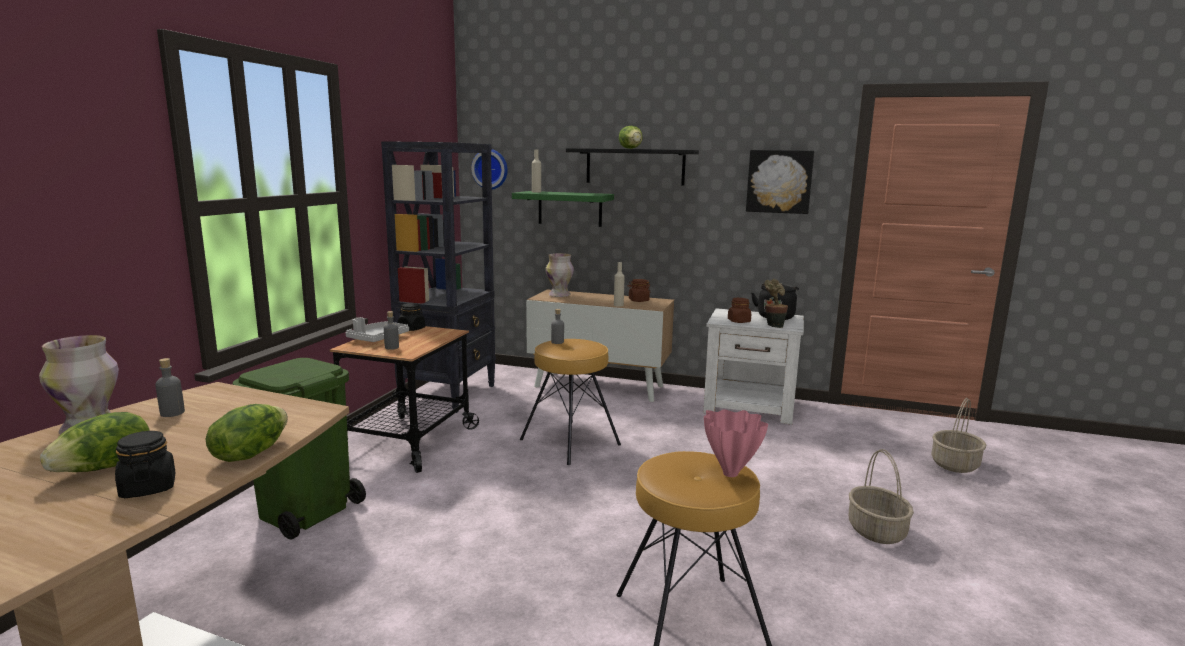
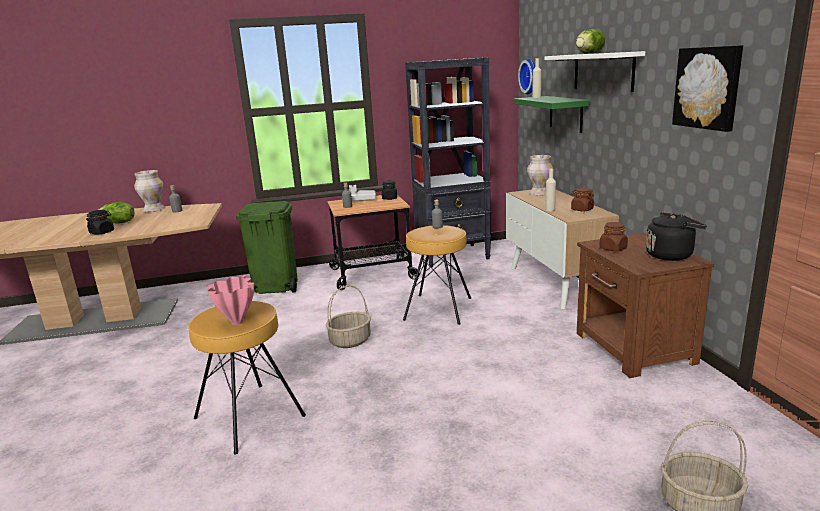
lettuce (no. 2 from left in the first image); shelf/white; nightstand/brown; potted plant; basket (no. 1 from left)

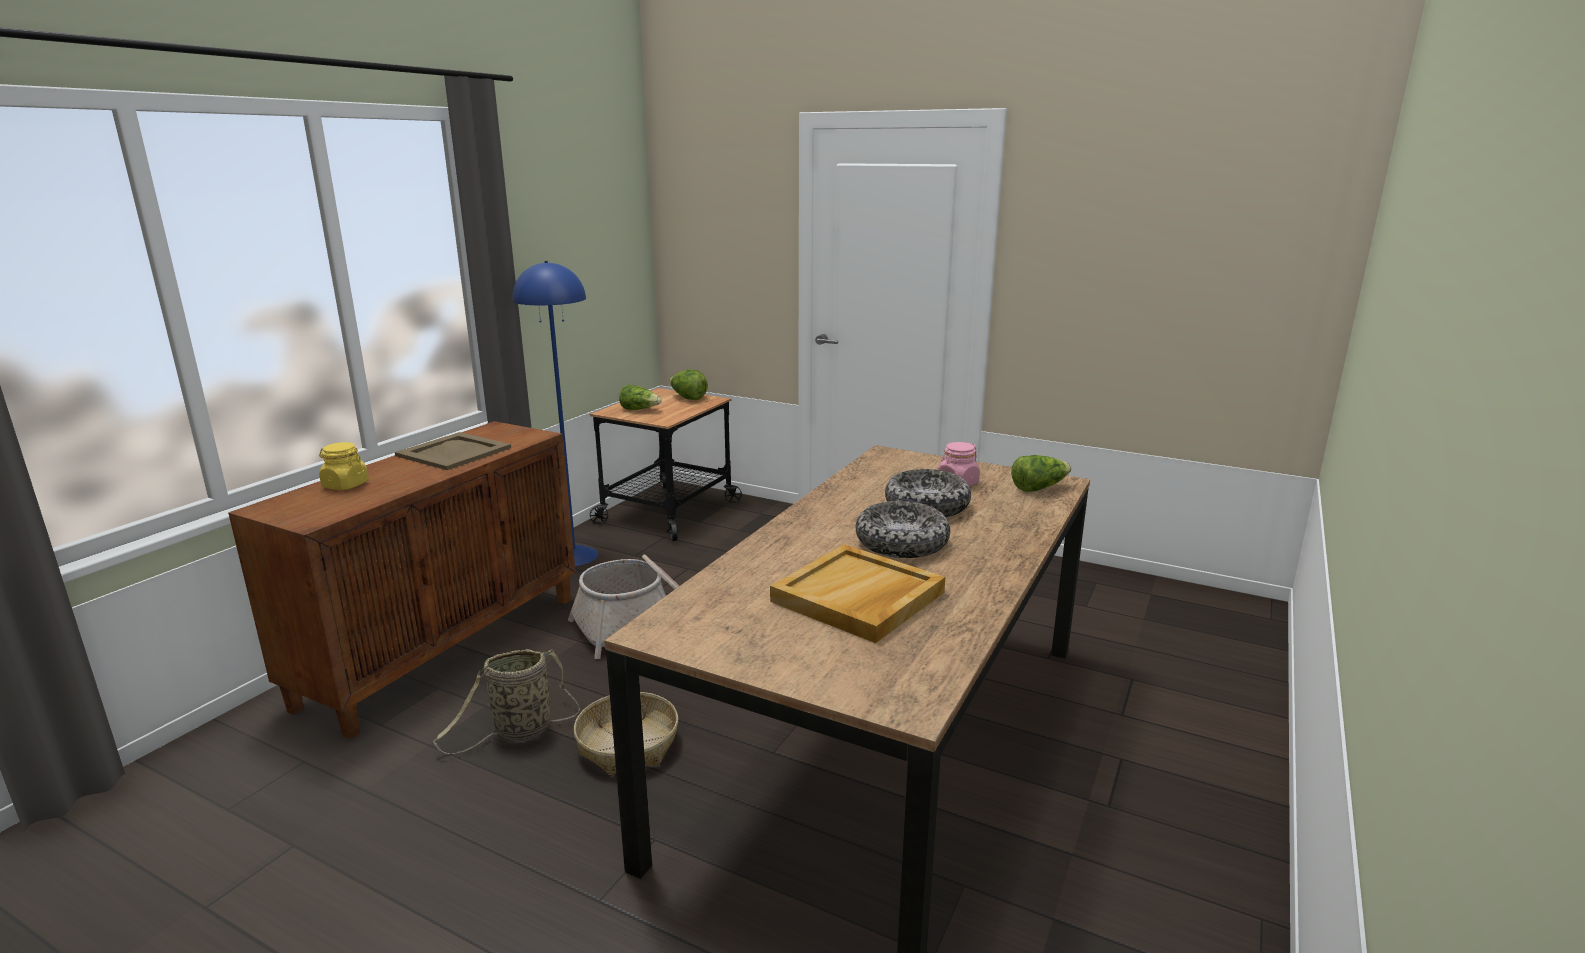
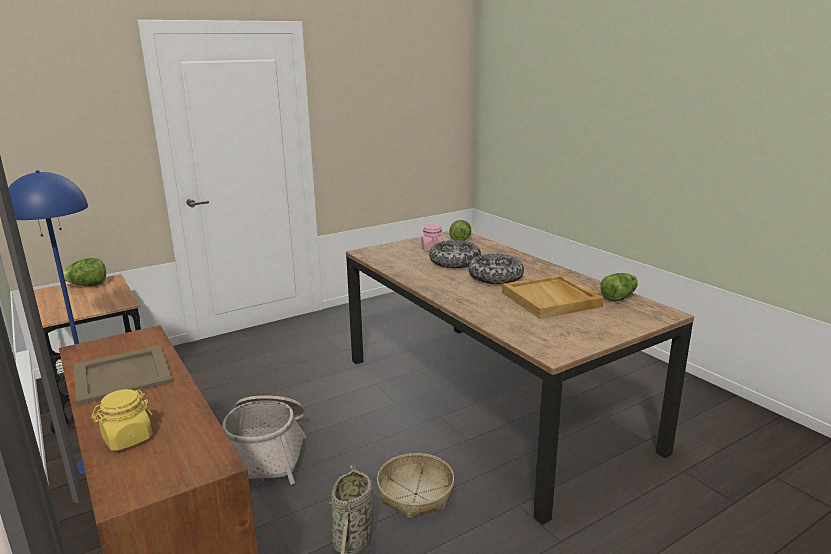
lettuce (no. 3 from left)

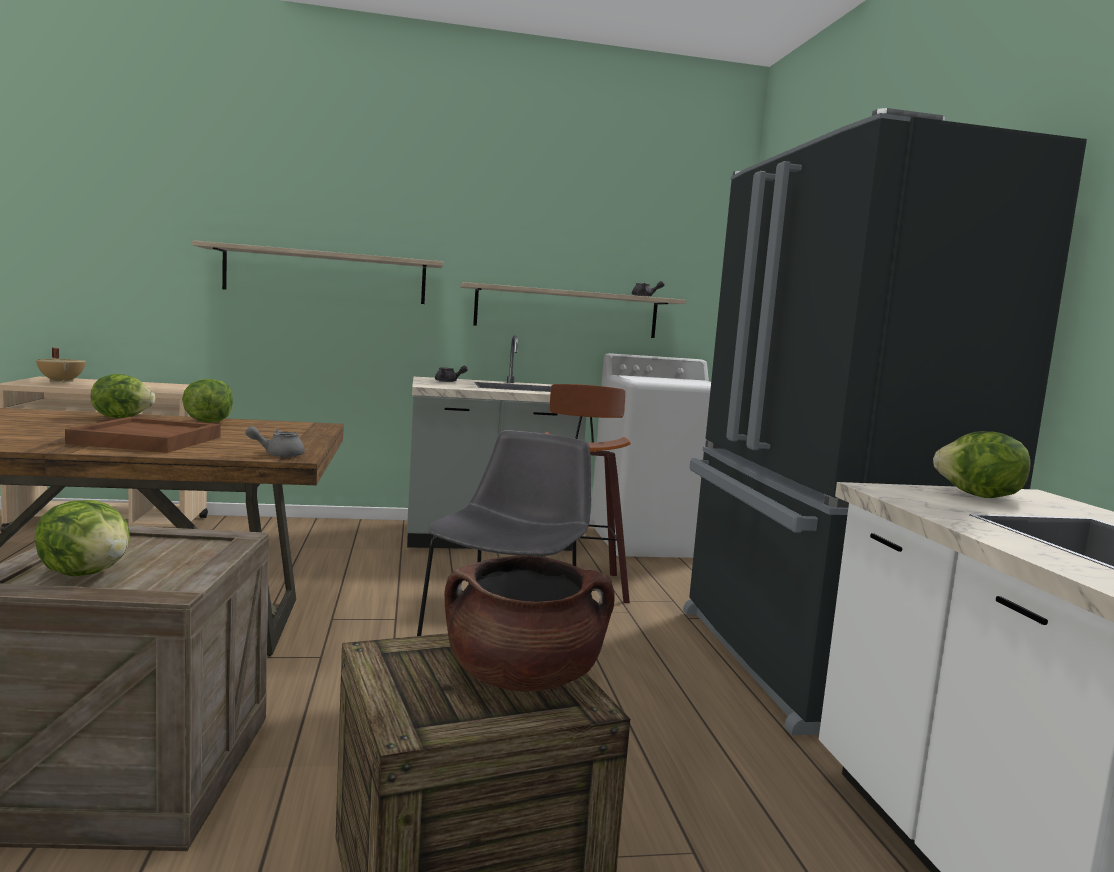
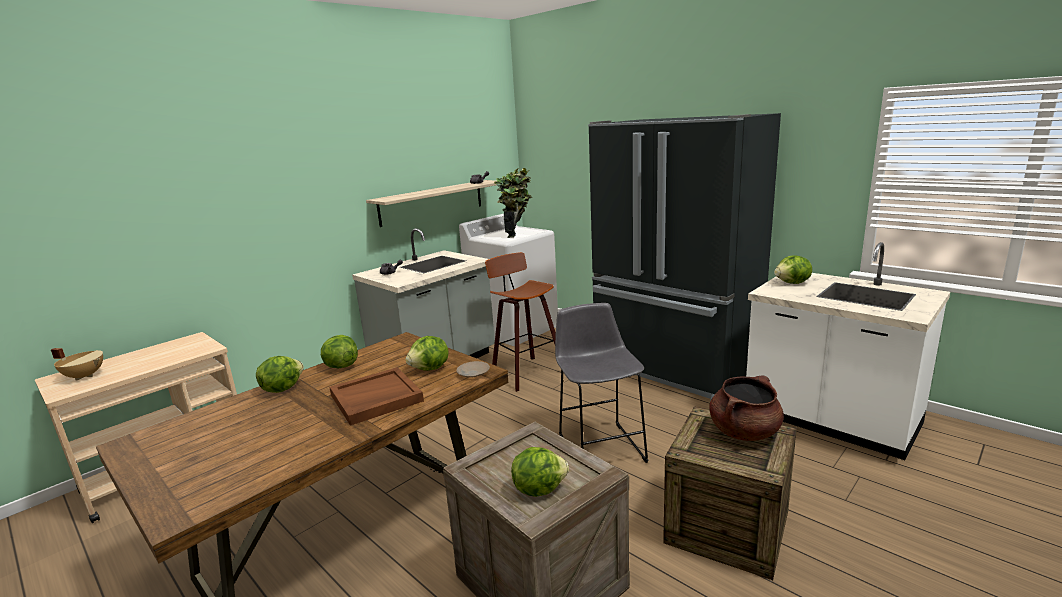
shelf (no. 1 from left in the first image); plate/beige; lettuce (no. 3 from left); potted plant

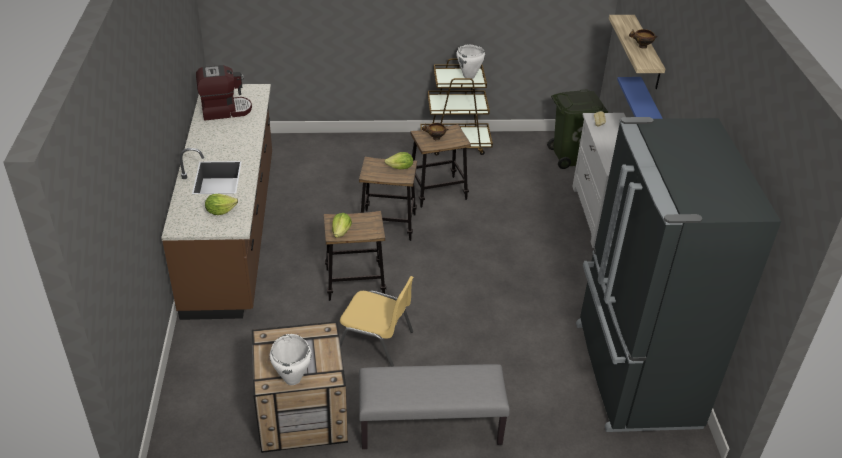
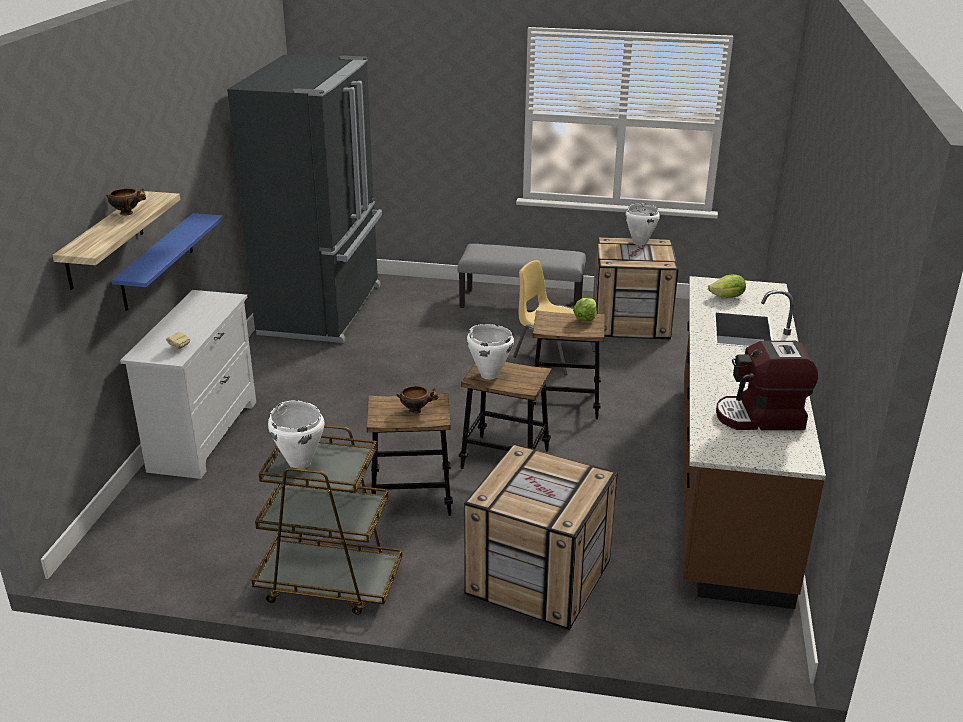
cooking pot/white (no. 2 from left); trash can/green; crate (no. 1 from left)

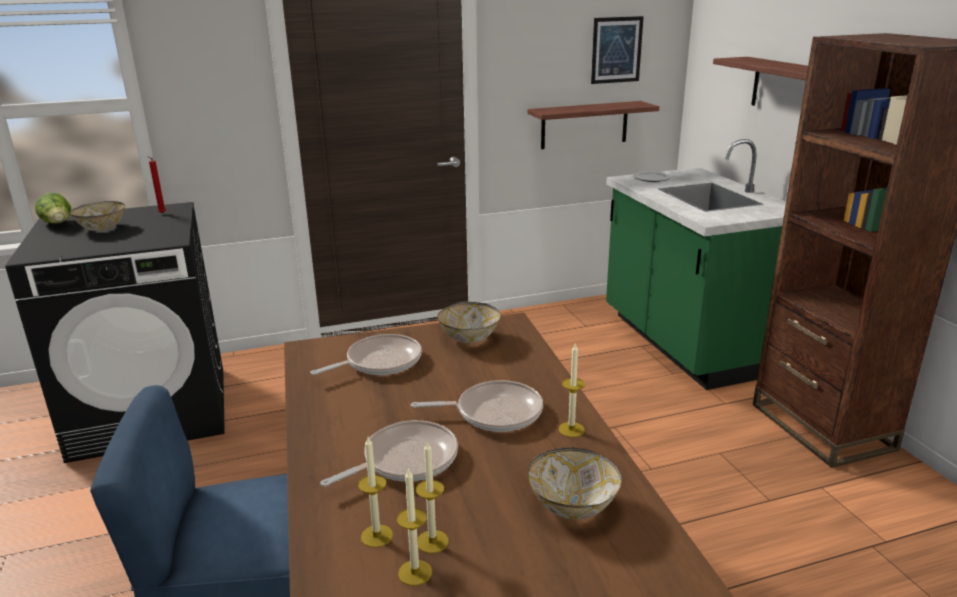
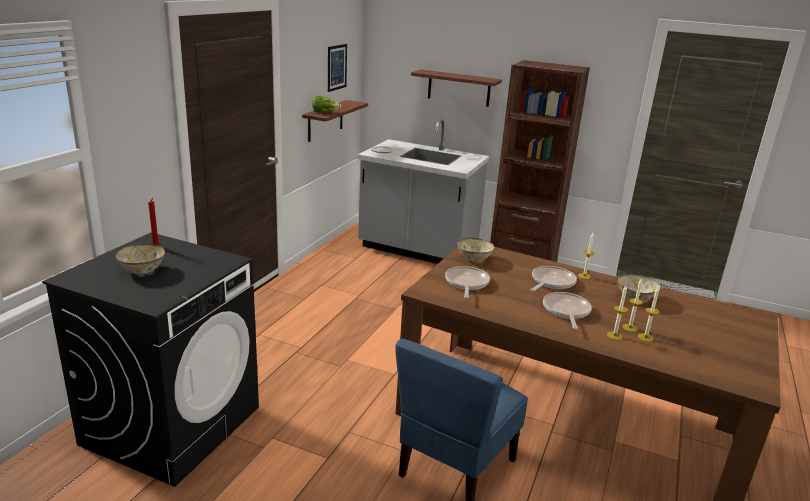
lettuce; counter/grey

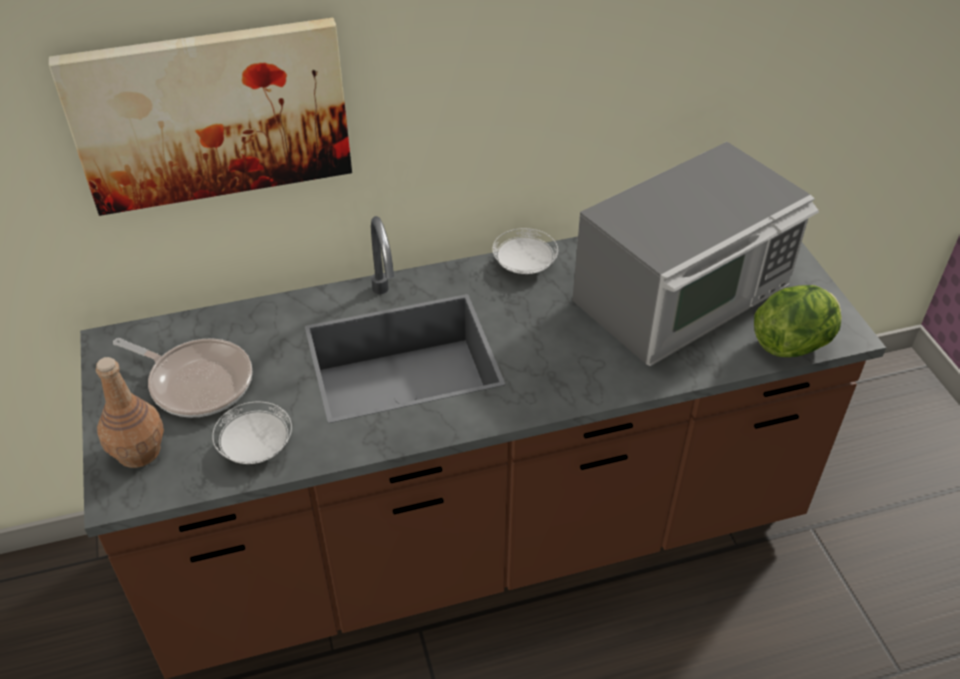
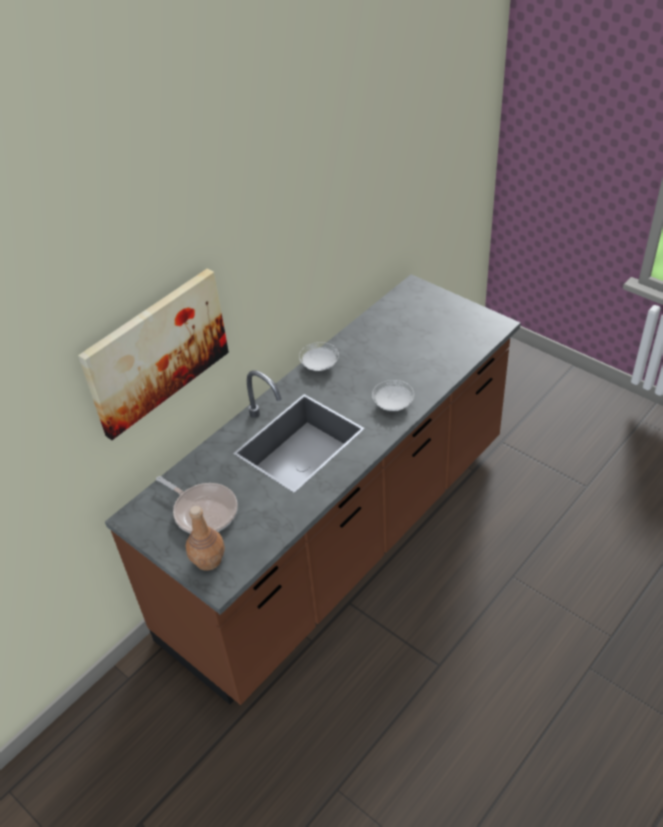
frying pan; plate/white (no. 2 from left); microwave; lettuce

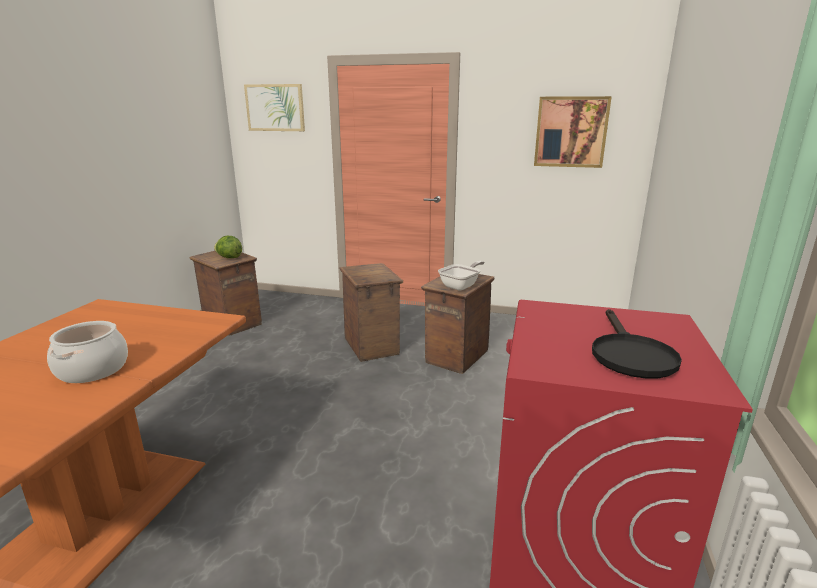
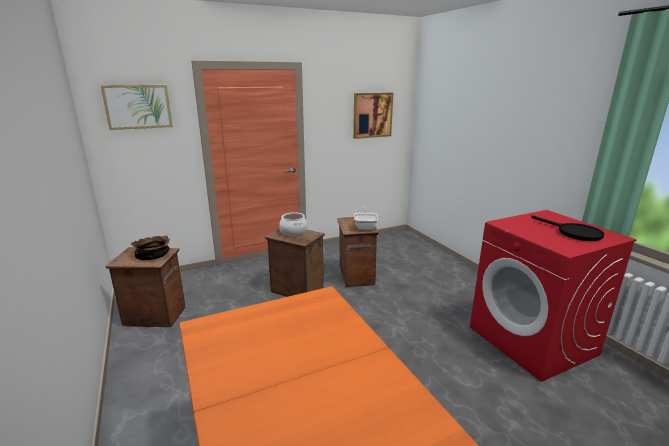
cooking pot; bowl/brown

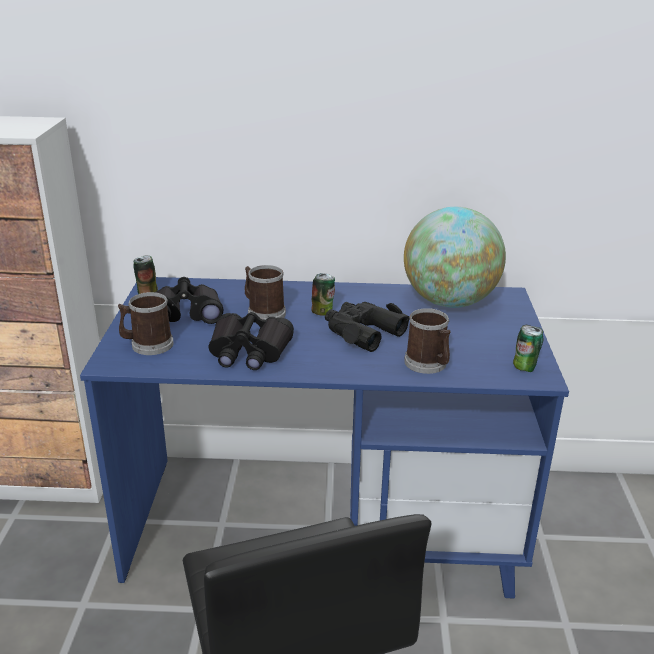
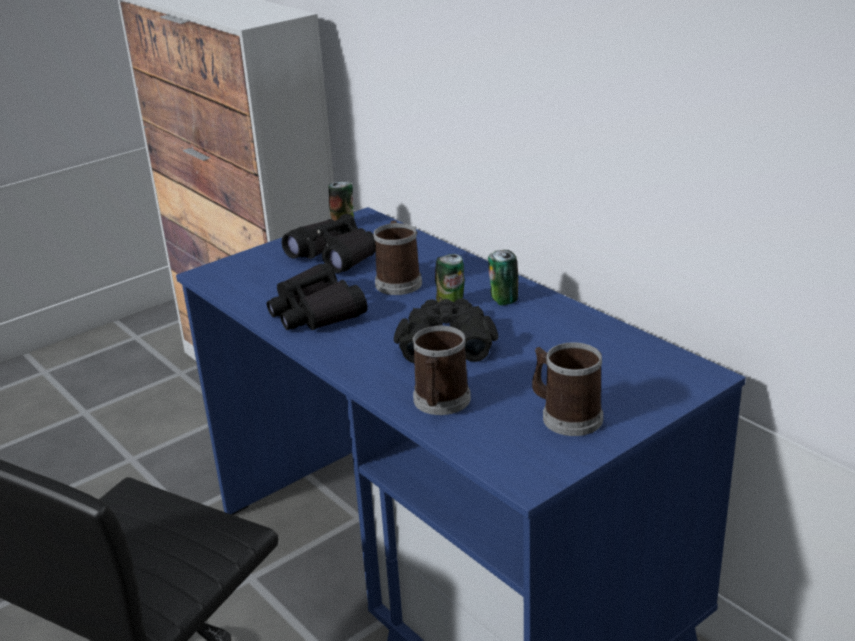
mug (no. 3 from left); globe; can (no. 3 from left)

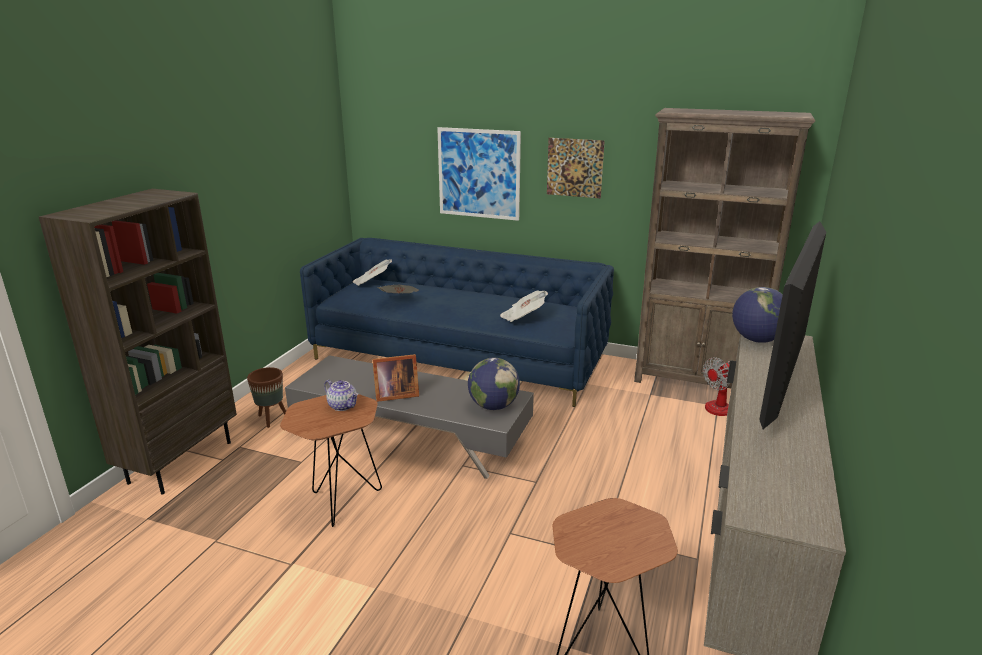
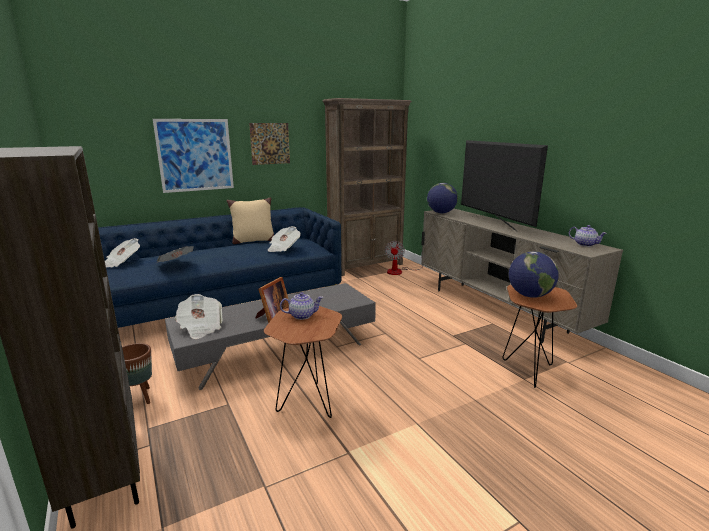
globe (no. 2 from left); newspaper (no. 3 from left); pillow/beige; teapot (no. 2 from left)

